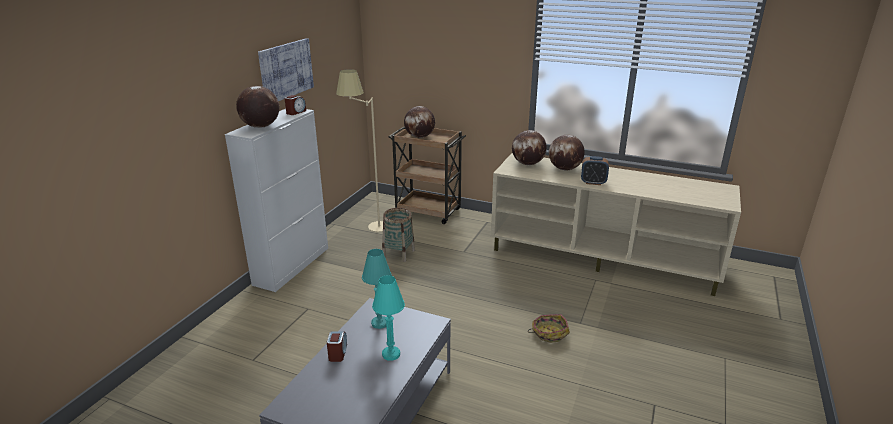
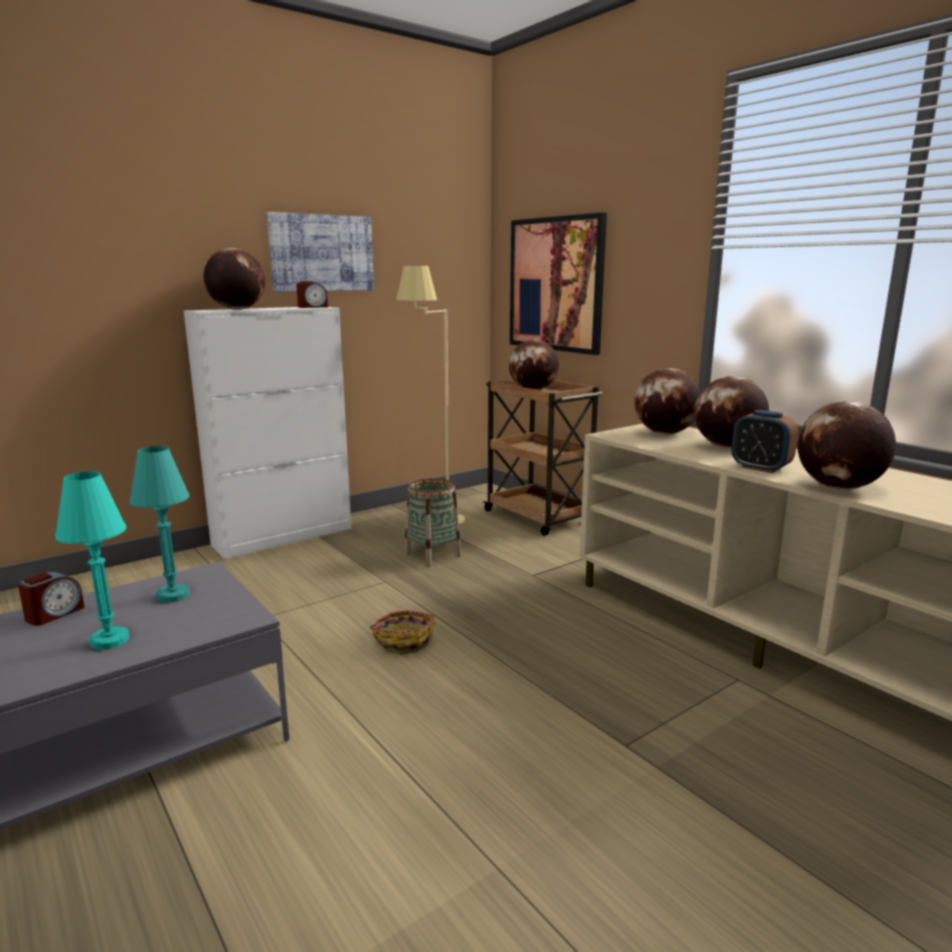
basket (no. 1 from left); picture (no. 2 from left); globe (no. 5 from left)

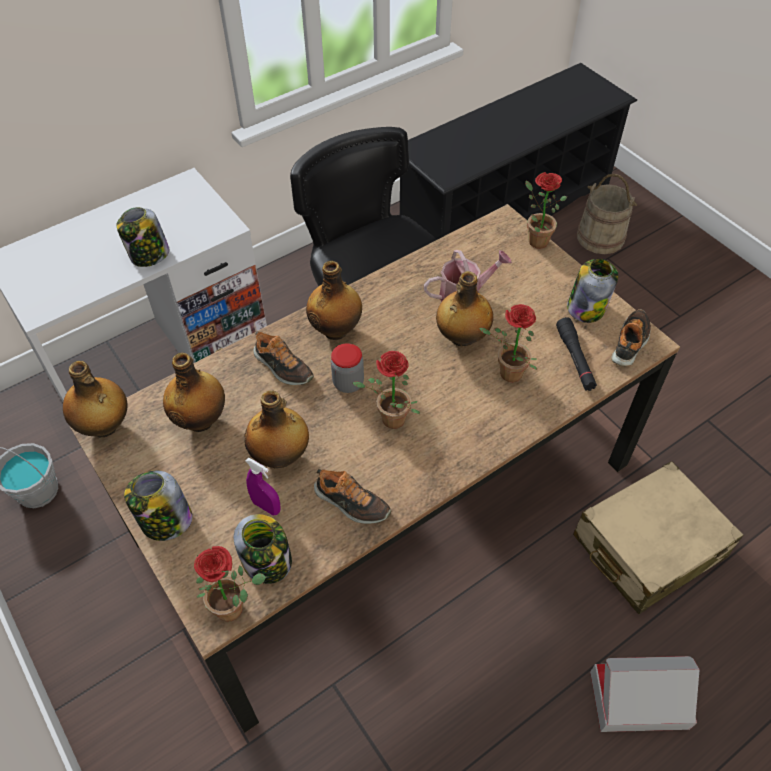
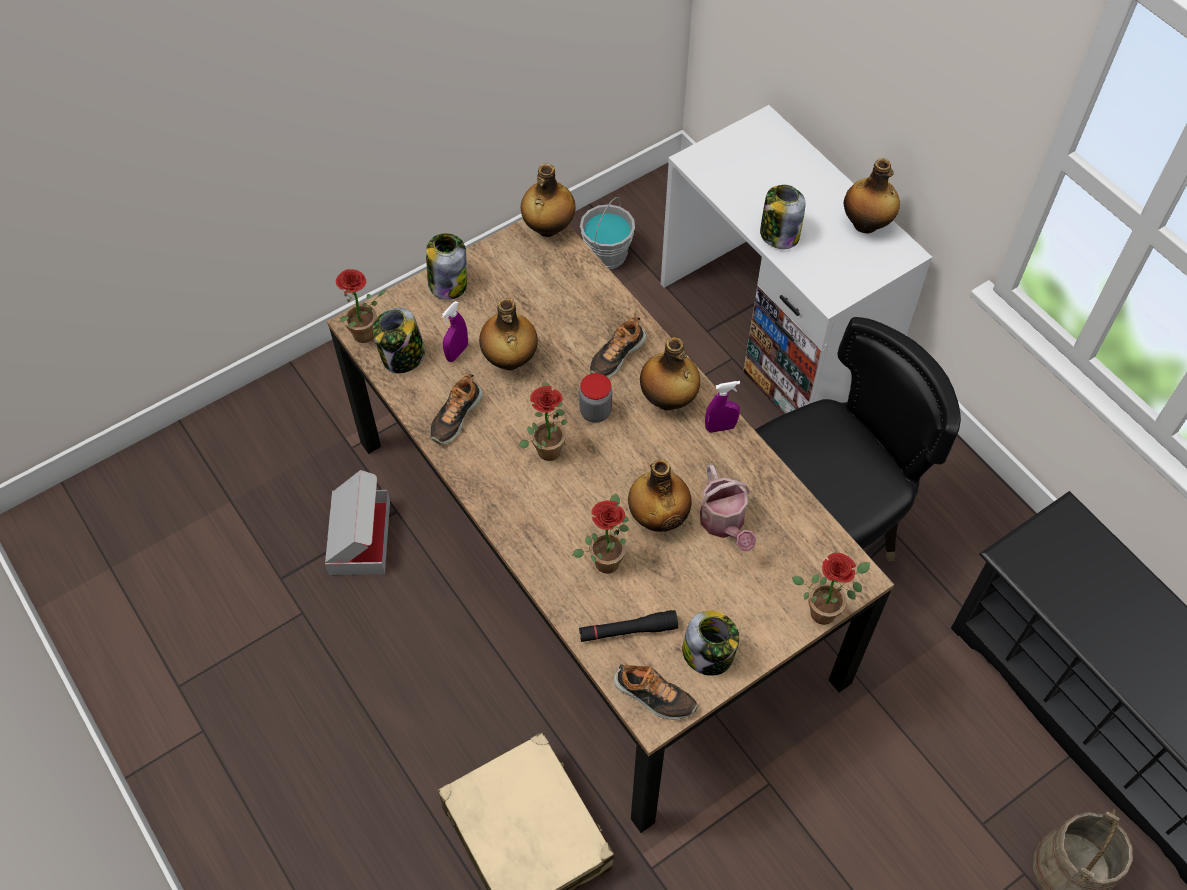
bottle (no. 5 from left); cardboard box; spray bottle/purple (no. 2 from left)

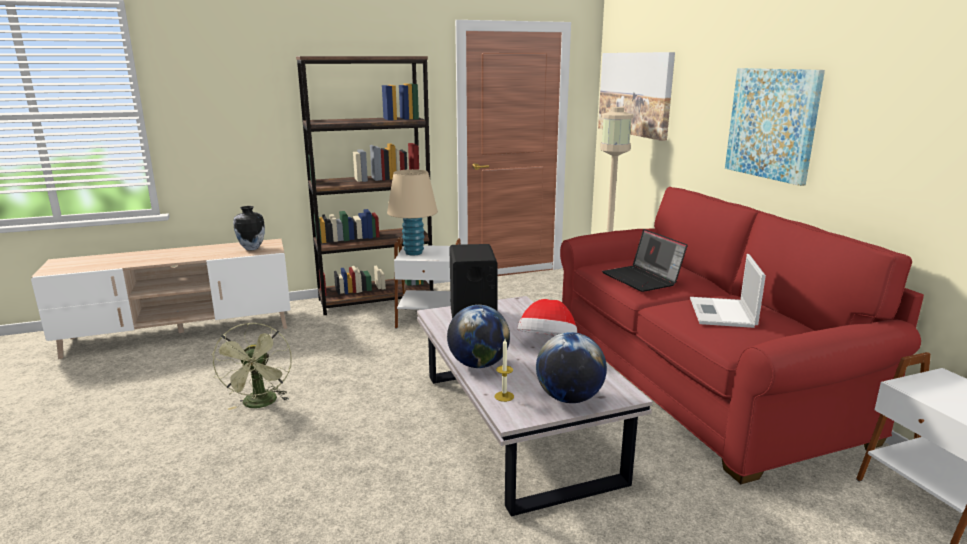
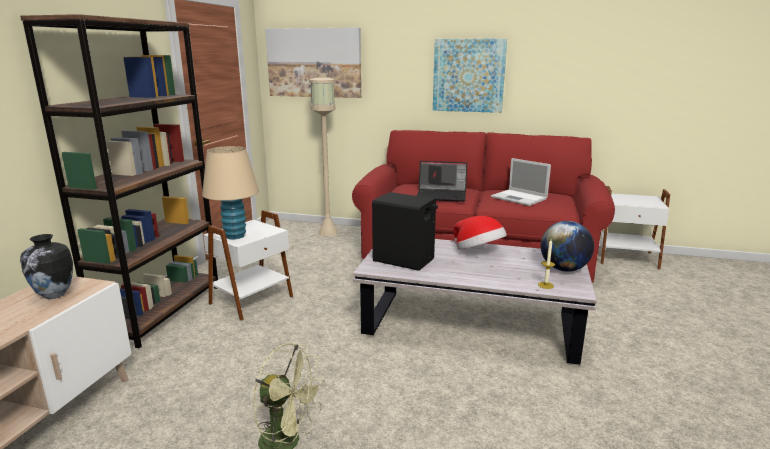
globe (no. 1 from left in the first image)

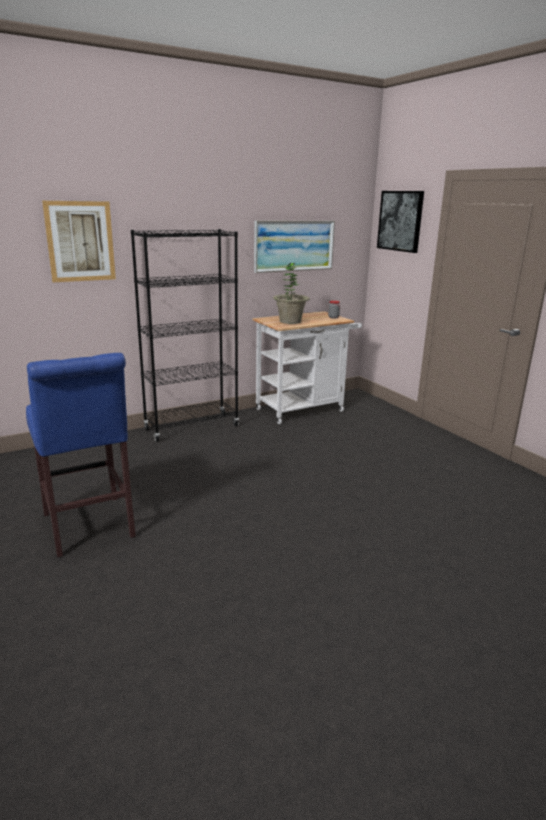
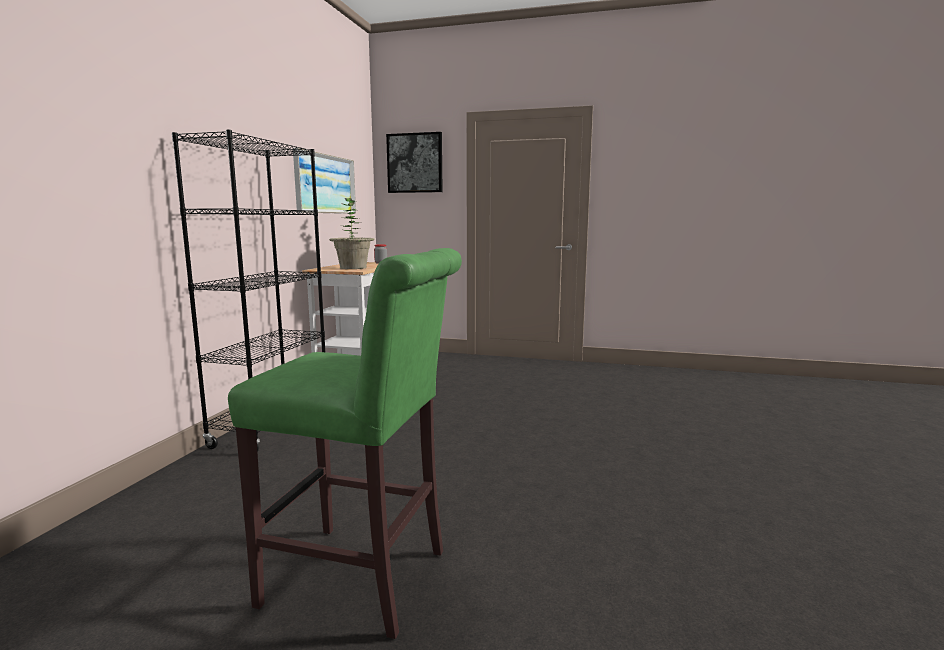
stool/green; picture (no. 1 from left in the first image)

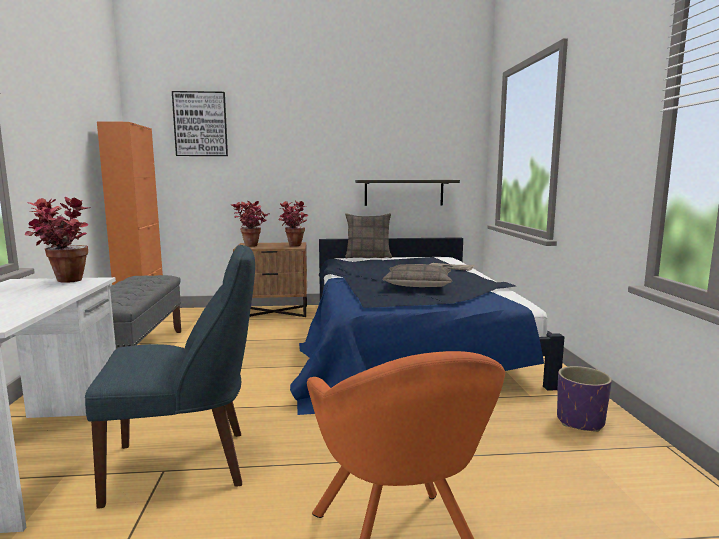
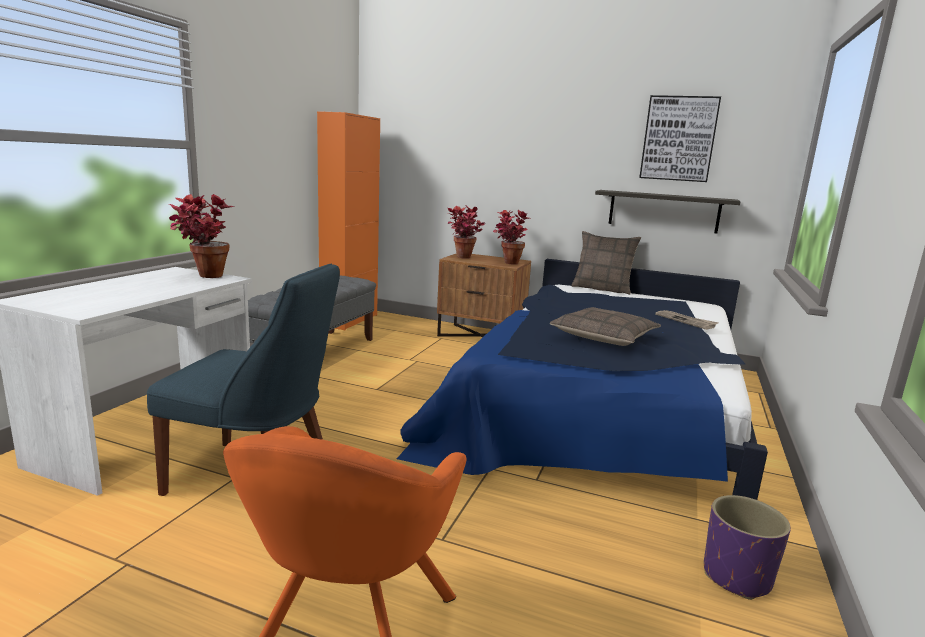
picture

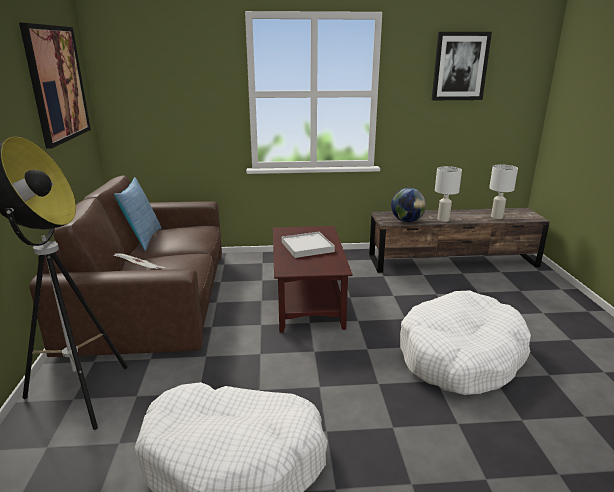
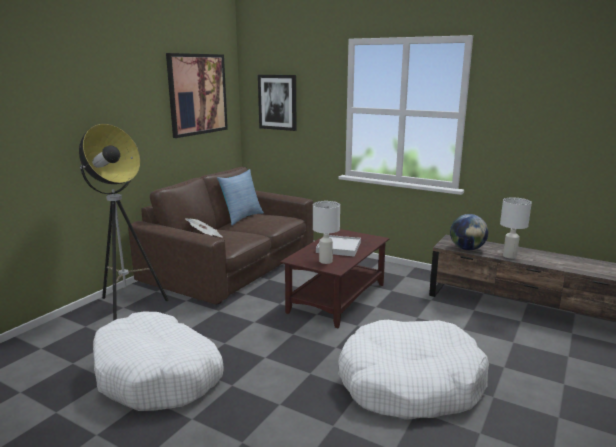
picture (no. 2 from left); table lamp/white (no. 1 from left)

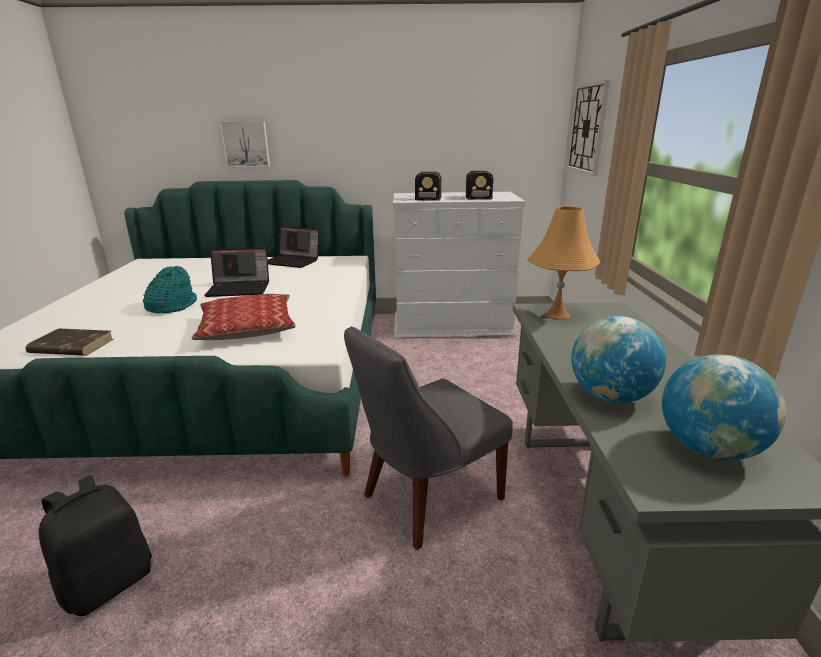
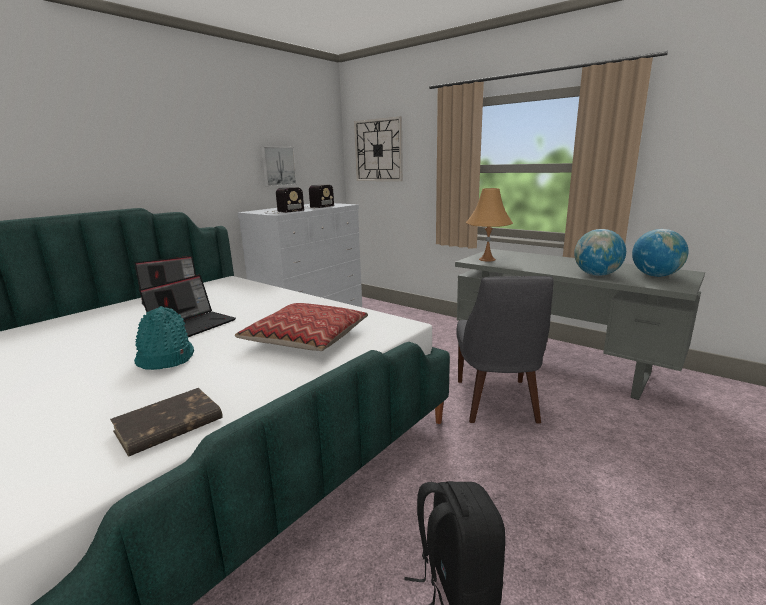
picture

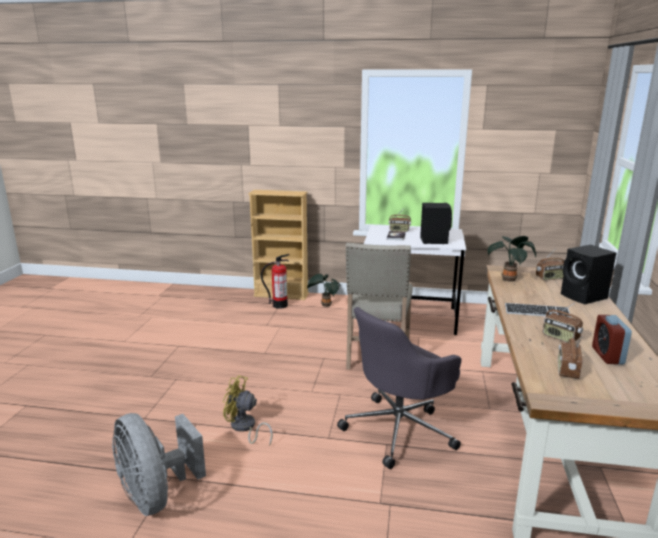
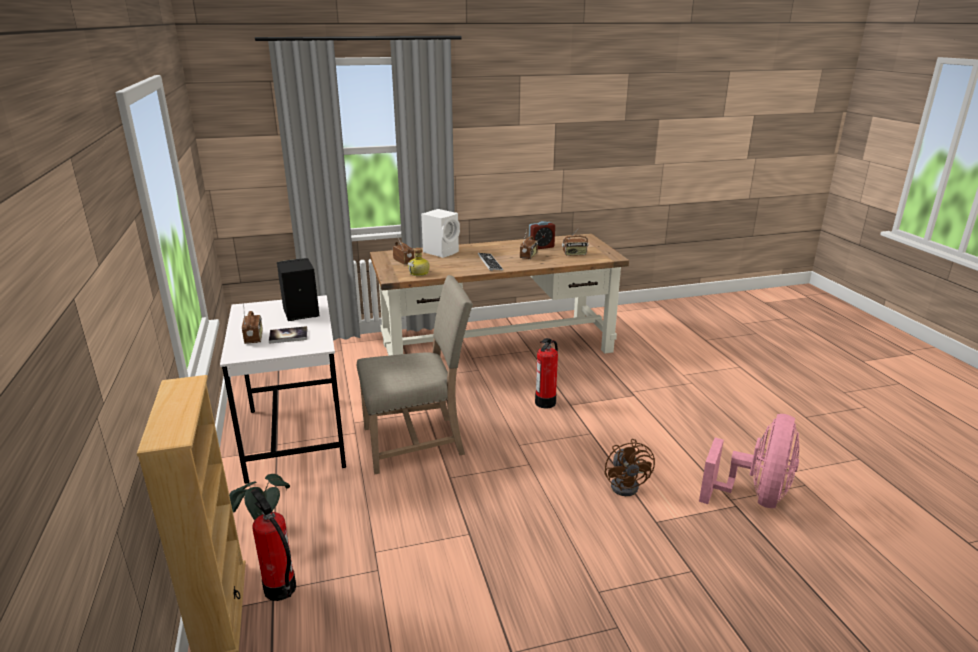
fan/pink; fan/brown; fire extinguisher (no. 2 from left); bottle; speaker/white

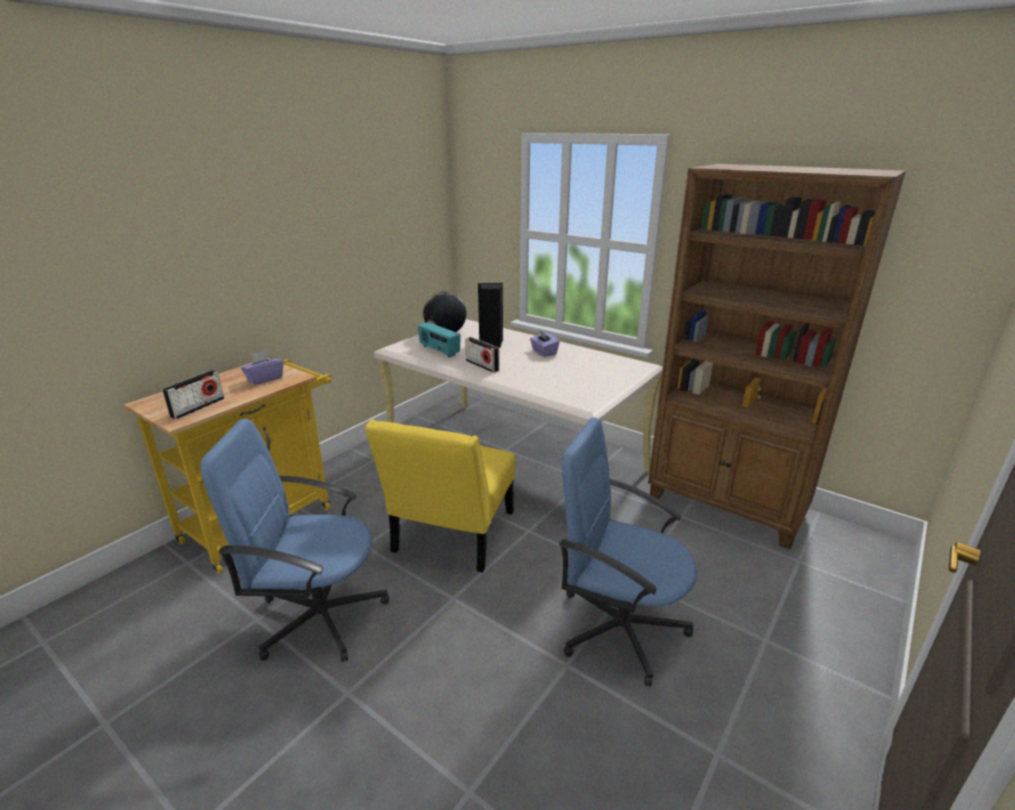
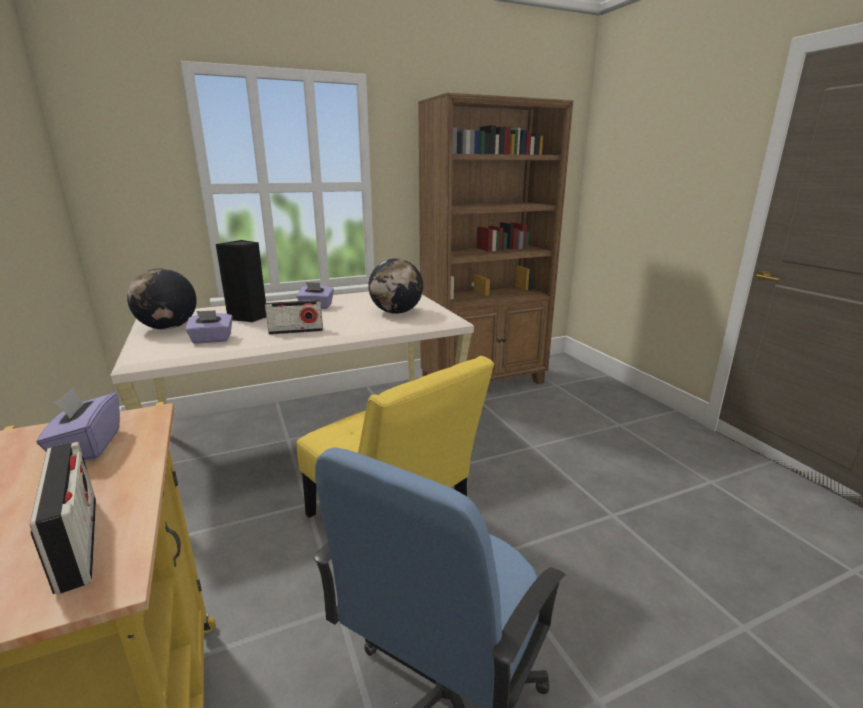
tissue box/purple (no. 2 from left); office chair/blue (no. 2 from left in the first image); globe (no. 2 from left)

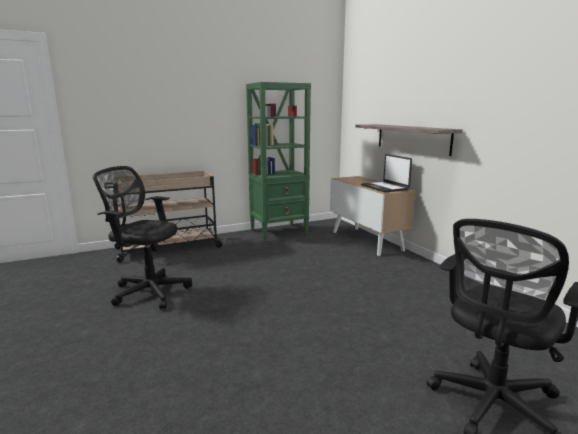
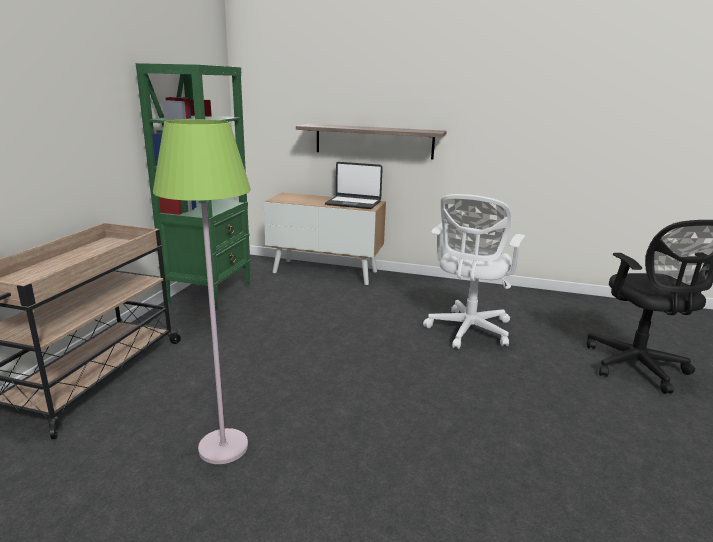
floor lamp/green; office chair/white

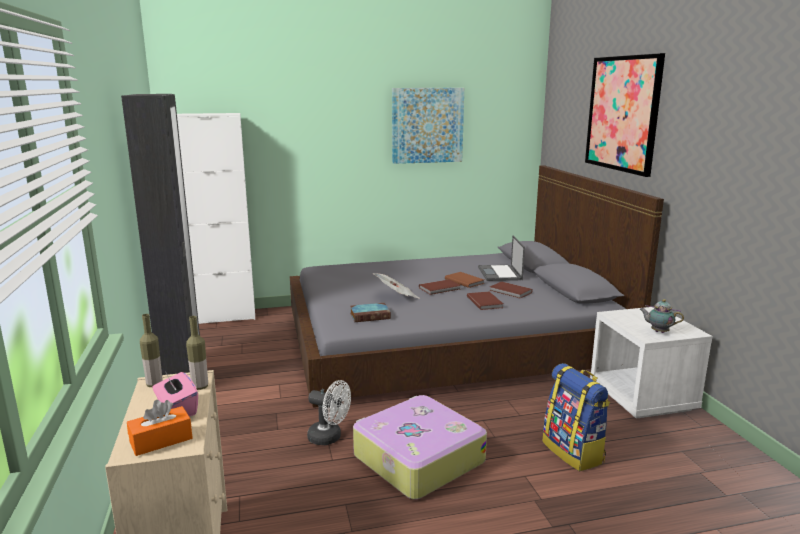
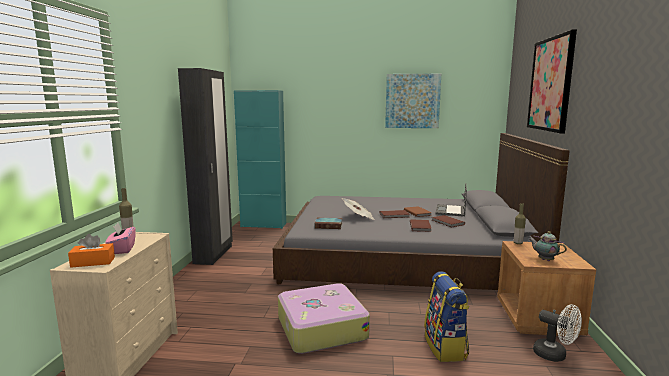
cabinet/turquoise; bottle (no. 2 from left); fan/white; nightstand/brown

